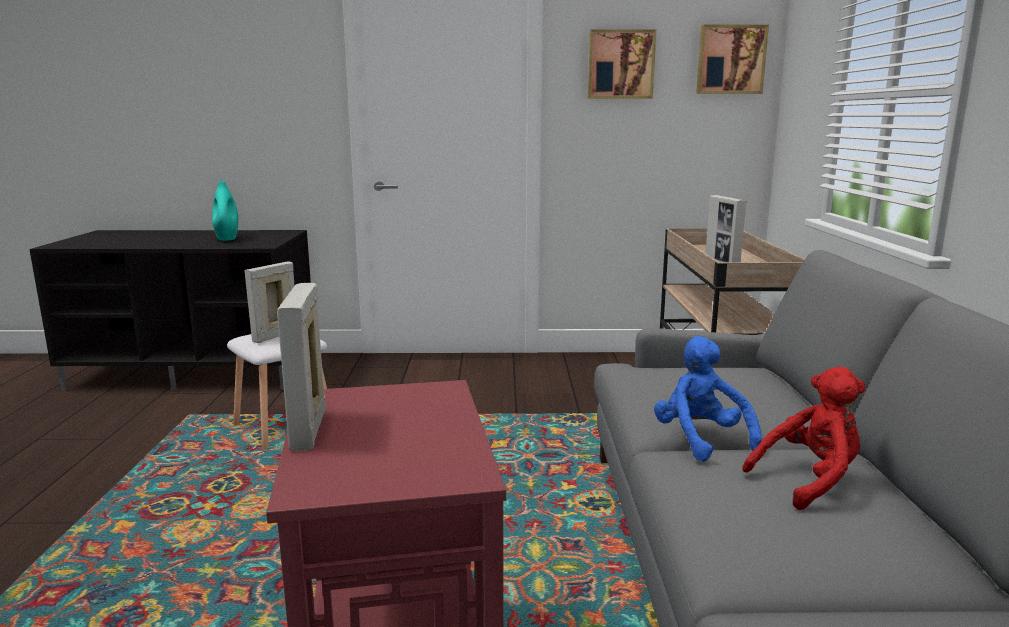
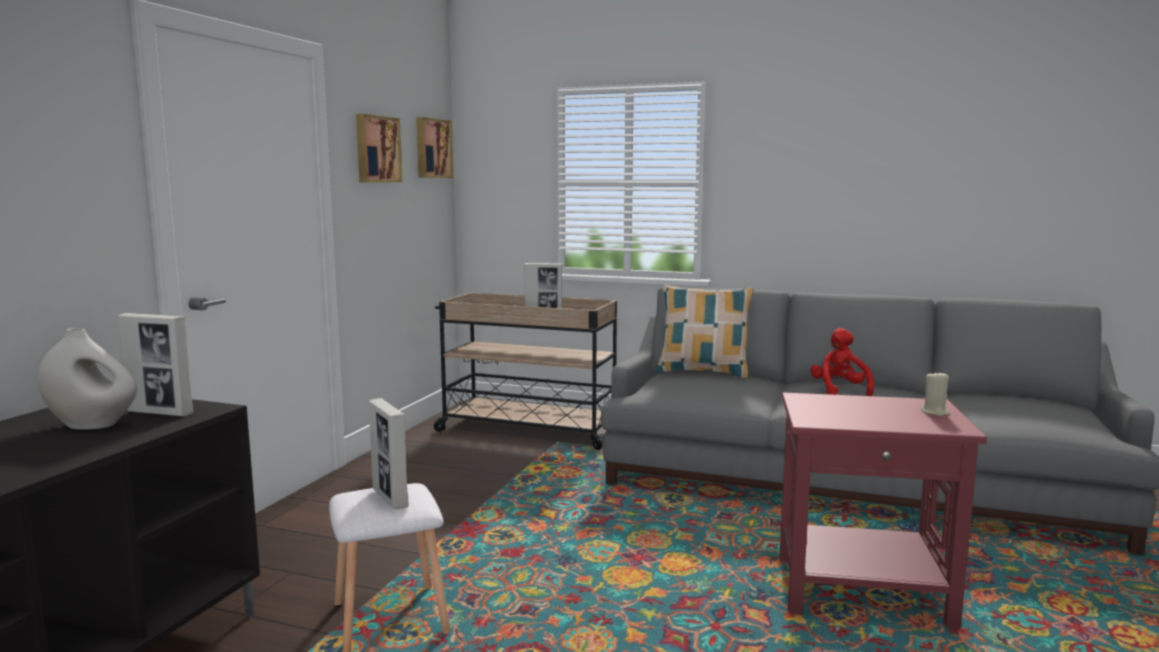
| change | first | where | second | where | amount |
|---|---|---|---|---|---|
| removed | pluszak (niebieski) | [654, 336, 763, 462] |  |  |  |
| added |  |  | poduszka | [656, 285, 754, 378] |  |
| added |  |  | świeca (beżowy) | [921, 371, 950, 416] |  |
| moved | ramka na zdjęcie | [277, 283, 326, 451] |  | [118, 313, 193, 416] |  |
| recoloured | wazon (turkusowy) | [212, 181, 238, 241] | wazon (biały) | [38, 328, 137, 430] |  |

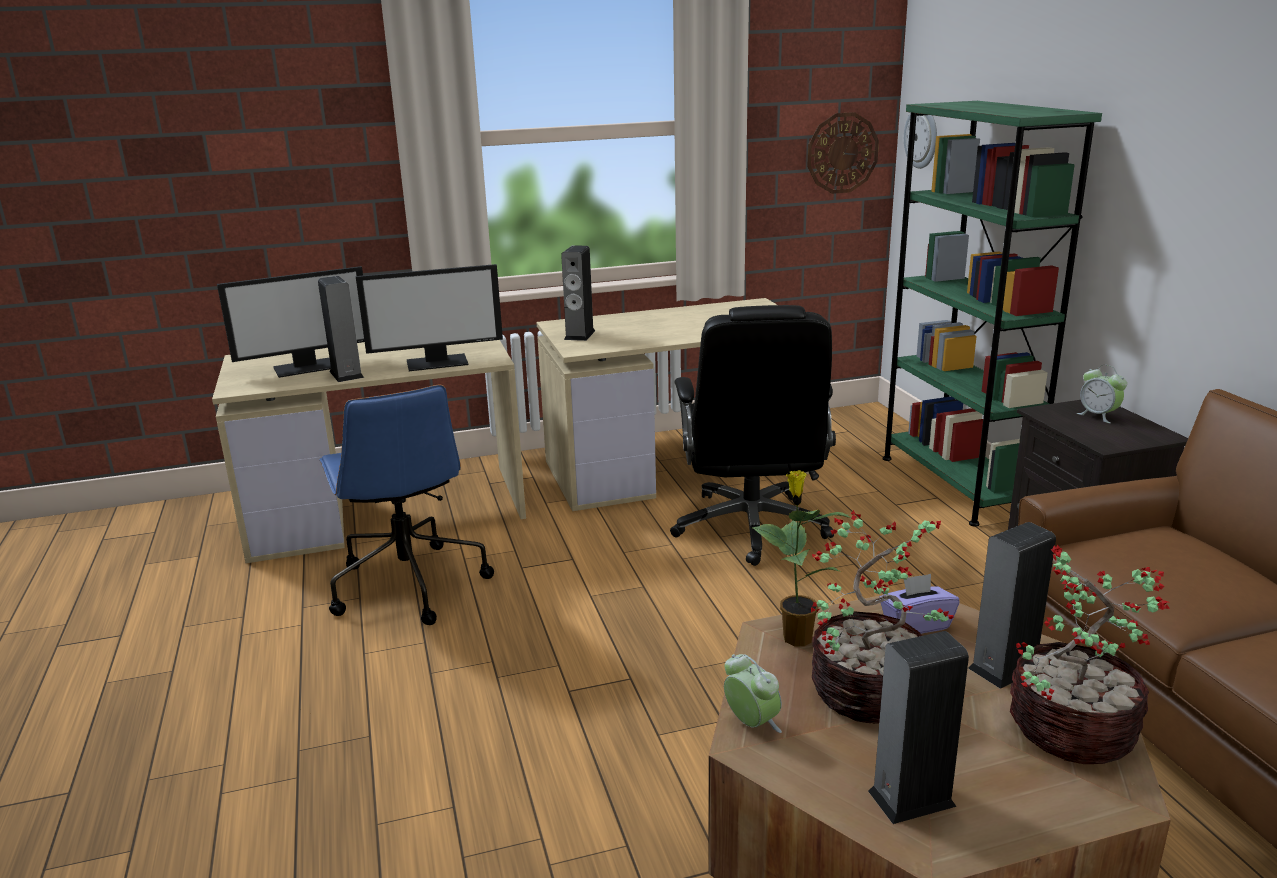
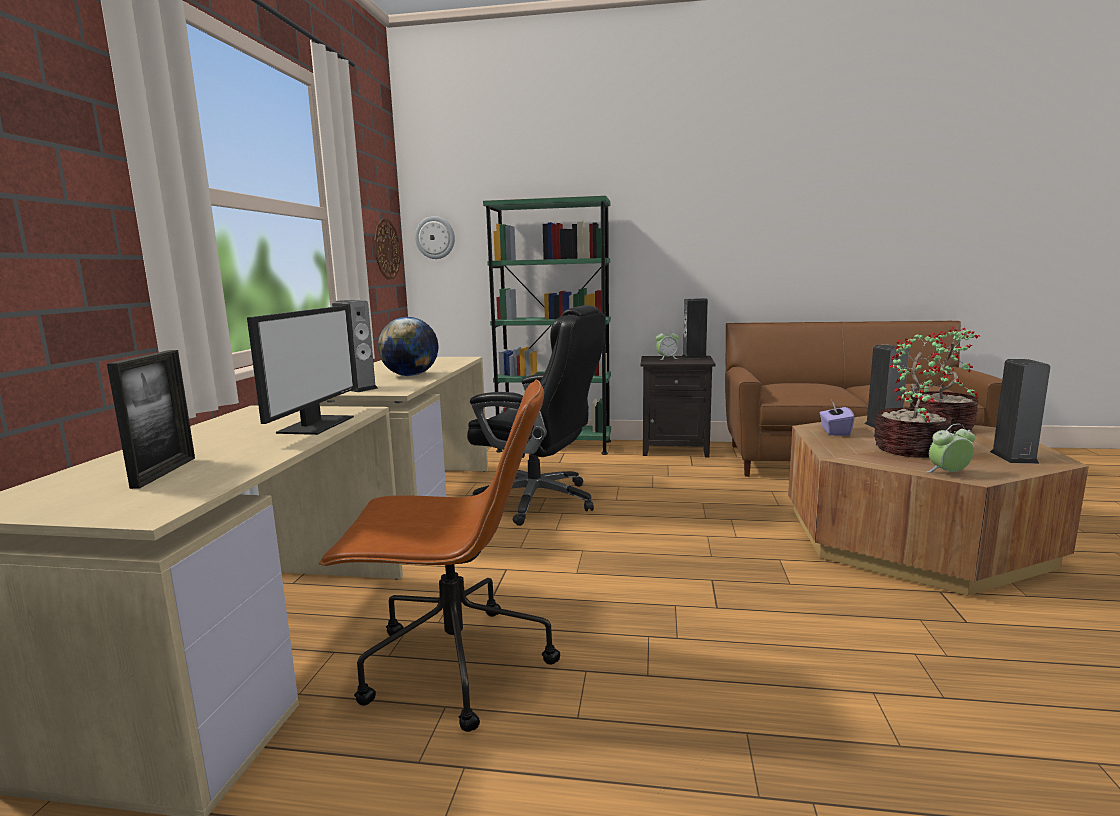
| change | first | where | second | where | amount |
|---|---|---|---|---|---|
| removed | roślina doniczkowa | [752, 470, 851, 646] |  |  |  |
| added |  |  | globus | [378, 317, 438, 376] |  |
| moved | głośnik | [318, 276, 364, 382] |  | [682, 298, 708, 359] |  |
| replaced | monitor | [217, 266, 364, 378] | ramka na zdjęcie | [107, 350, 195, 489] |  |
| recoloured | krzesło biurowe (niebieski) | [320, 385, 494, 625] | krzesło biurowe (brązowy) | [318, 380, 560, 732] |  |

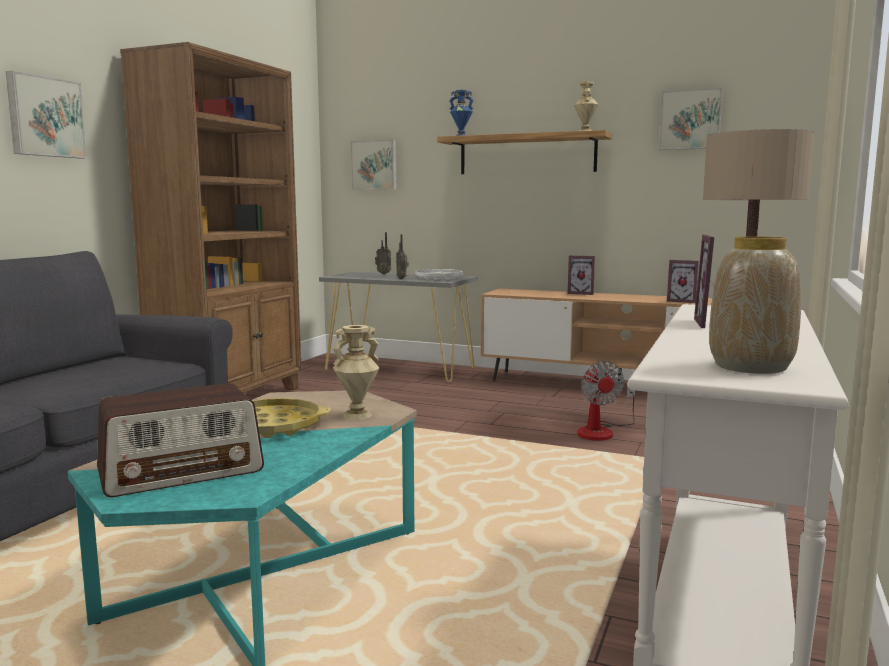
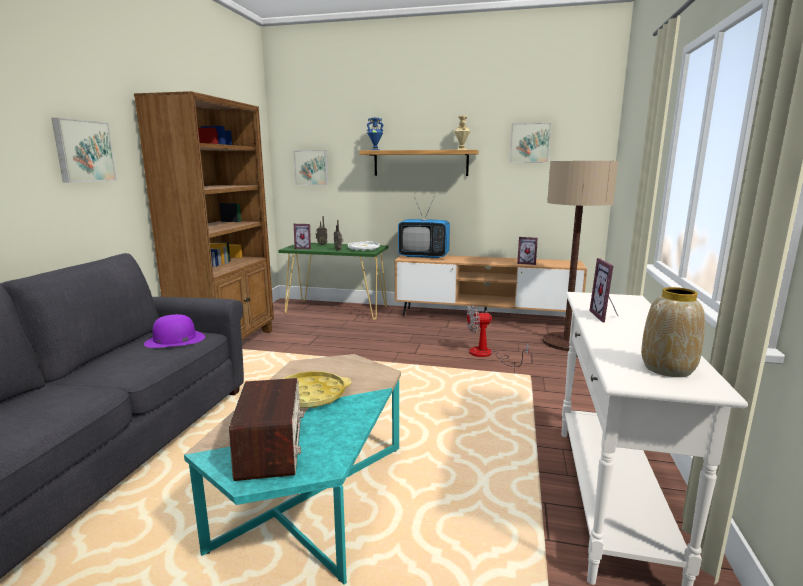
| change | first | where | second | where | amount |
|---|---|---|---|---|---|
| removed | wazon (beżowy) | [332, 325, 380, 420] |  |  |  |
| added |  |  | kapelusz (fioletowy) | [144, 314, 205, 348] |  |
| added |  |  | telewizor | [398, 196, 450, 259] |  |
| moved | ramka na zdjęcie | [568, 255, 595, 295] |  | [294, 224, 311, 249] |  |
| recoloured | stolik konsolowy (szary) | [319, 271, 478, 382] | stolik konsolowy (zielony) | [278, 243, 388, 320] |  |
| turned | radio | [97, 383, 264, 497] |  | [229, 378, 304, 481] | 60 degrees counterclockwise |
| turned | wentylator | [577, 361, 635, 441] |  | [466, 305, 529, 367] | 105 degrees clockwise |

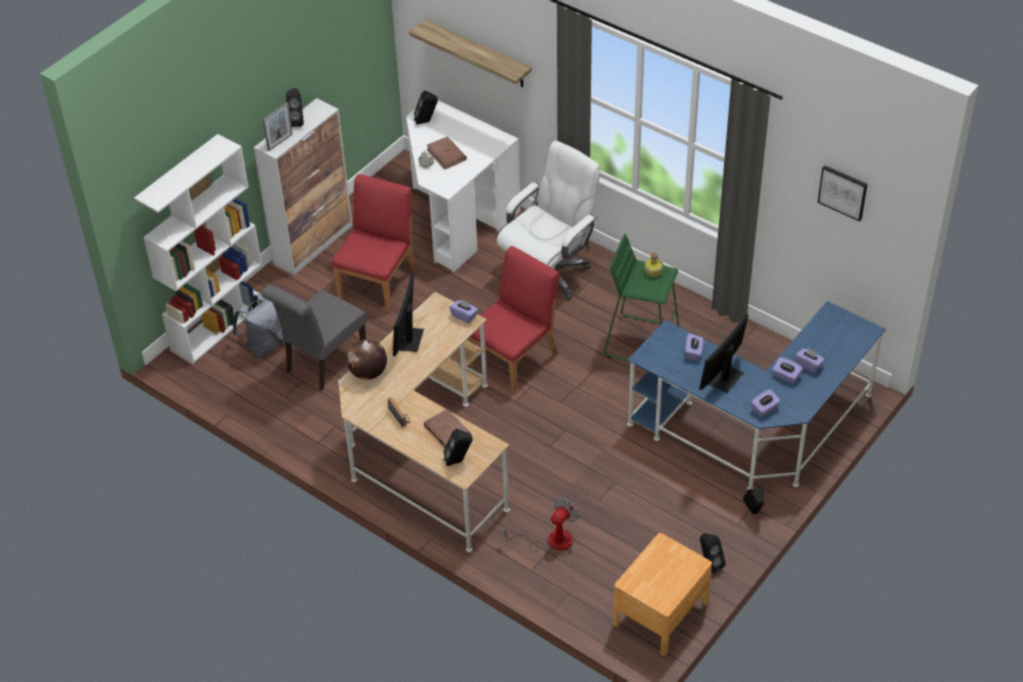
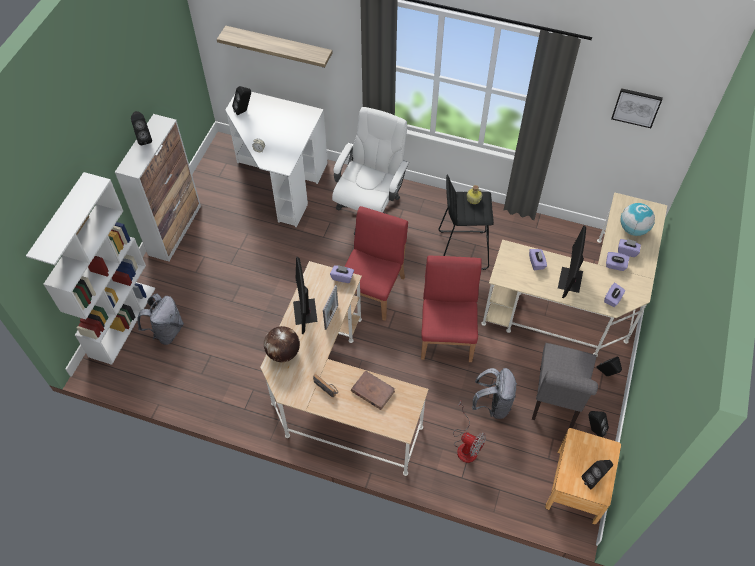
| change | first | where | second | where | amount |
|---|---|---|---|---|---|
| removed | książka (brązowy) | [426, 136, 467, 169] |  |  |  |
| added |  |  | plecak (szary) | [472, 368, 517, 419] |  |
| added |  |  | globus | [620, 203, 655, 236] |  |
| moved | krzesło (szary) | [262, 285, 367, 390] |  | [532, 343, 598, 428] |  |
| moved | ramka na zdjęcie | [263, 102, 293, 151] |  | [323, 285, 338, 330] |  |
| moved | krzesło (czerwony) | [332, 174, 417, 313] |  | [421, 256, 482, 362] |  |
| moved | głośnik (czarny) | [443, 429, 473, 466] |  | [582, 460, 613, 490] |  |
| recoloured | stołek (zielony) | [604, 234, 679, 361] | stołek (czarny) | [438, 175, 494, 270] |  |
| recoloured | biurko (niebieski) | [627, 301, 886, 490] | biurko (beżowy) | [481, 192, 667, 356] |  |
| turned | wentylator | [500, 497, 579, 553] |  | [453, 399, 486, 463] | 105 degrees clockwise |

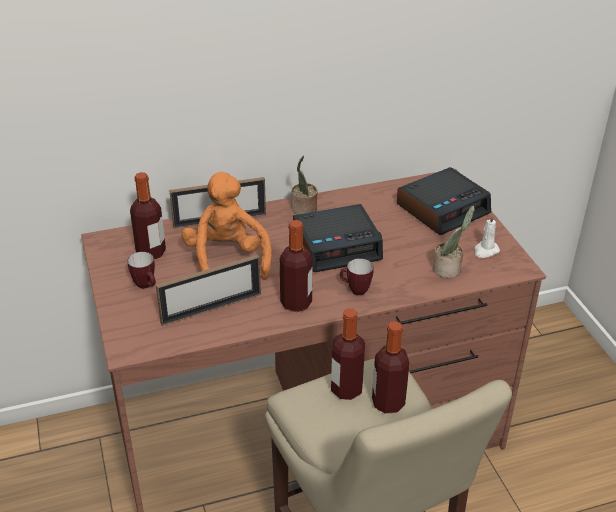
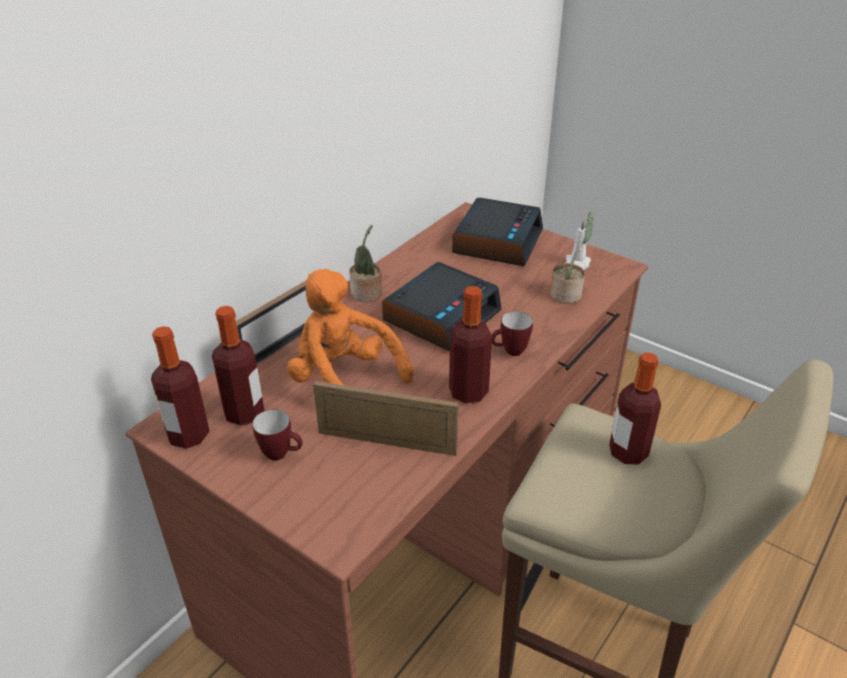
| change | first | where | second | where | amount |
|---|---|---|---|---|---|
| moved | butelka | [331, 308, 365, 400] |  | [151, 326, 210, 449] |  |
| turned | ramka na zdjęcie | [156, 255, 261, 326] |  | [313, 381, 459, 456] | 105 degrees counterclockwise |

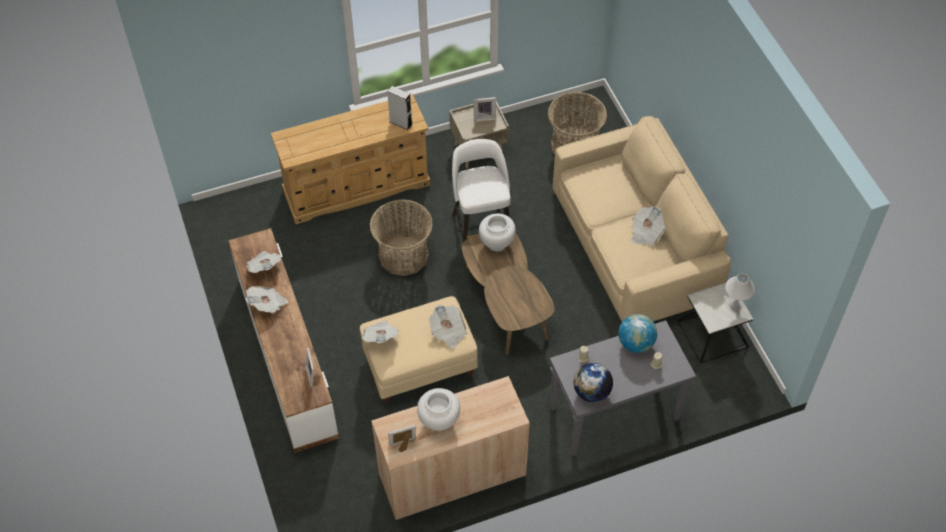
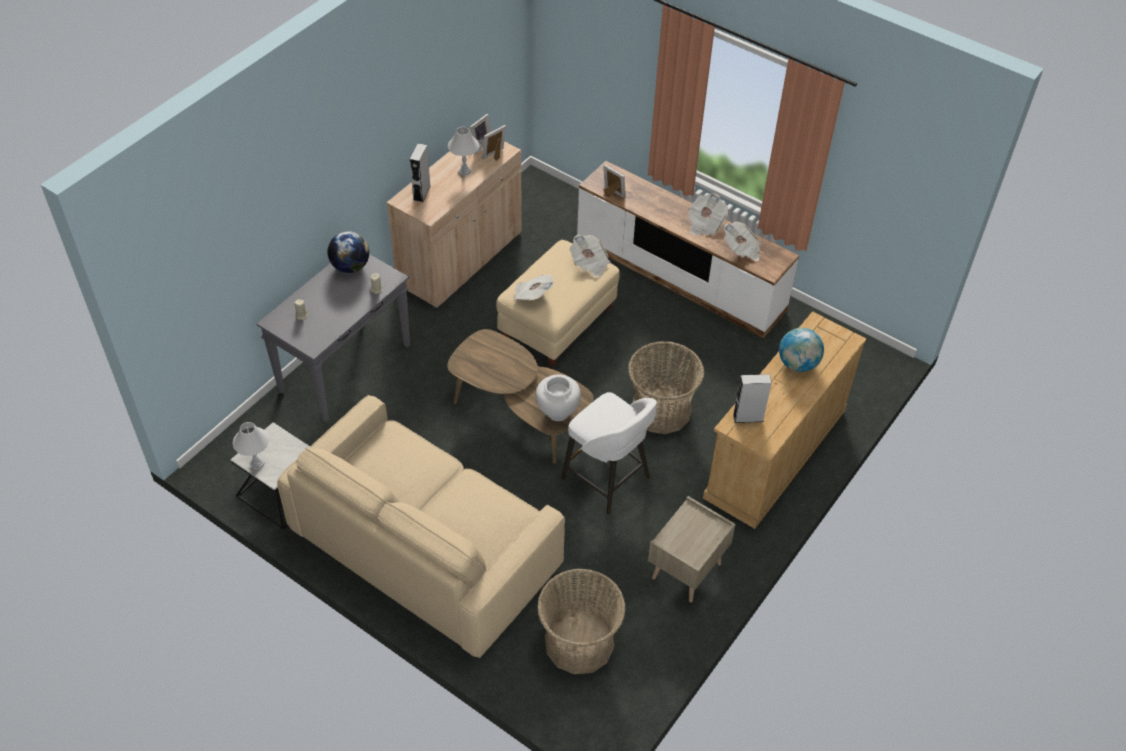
| change | first | where | second | where | amount |
|---|---|---|---|---|---|
| removed | gazeta | [631, 206, 666, 246] |  |  |  |
| added |  |  | głośnik (szary) | [410, 143, 430, 202] |  |
| moved | ramka na zdjęcie | [473, 97, 496, 122] |  | [482, 125, 506, 161] |  |
| moved | globus | [619, 314, 657, 353] |  | [779, 328, 824, 372] |  |
| replaced | wazon (biały) | [417, 388, 460, 431] | lampa stołowa (biały) | [448, 127, 479, 176] |  |

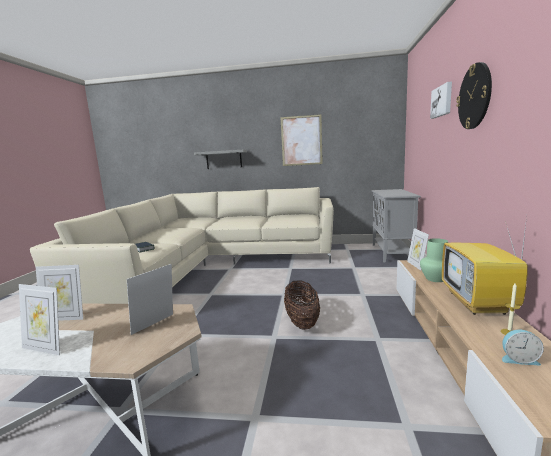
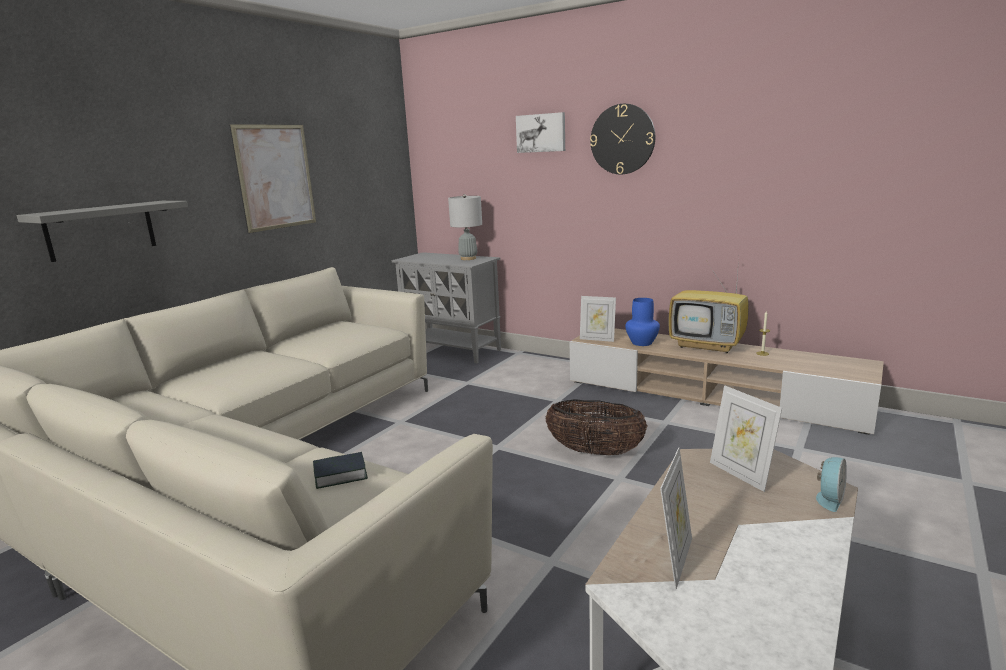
| change | first | where | second | where | amount |
|---|---|---|---|---|---|
| removed | ramka na zdjęcie | [19, 284, 60, 355] |  |  |  |
| added |  |  | lampa stołowa (szary) | [448, 194, 482, 260] |  |
| moved | budzik | [502, 329, 544, 366] |  | [816, 457, 847, 512] |  |
| recoloured | wazon (zielony) | [420, 238, 448, 282] | wazon (niebieski) | [625, 298, 660, 346] |  |

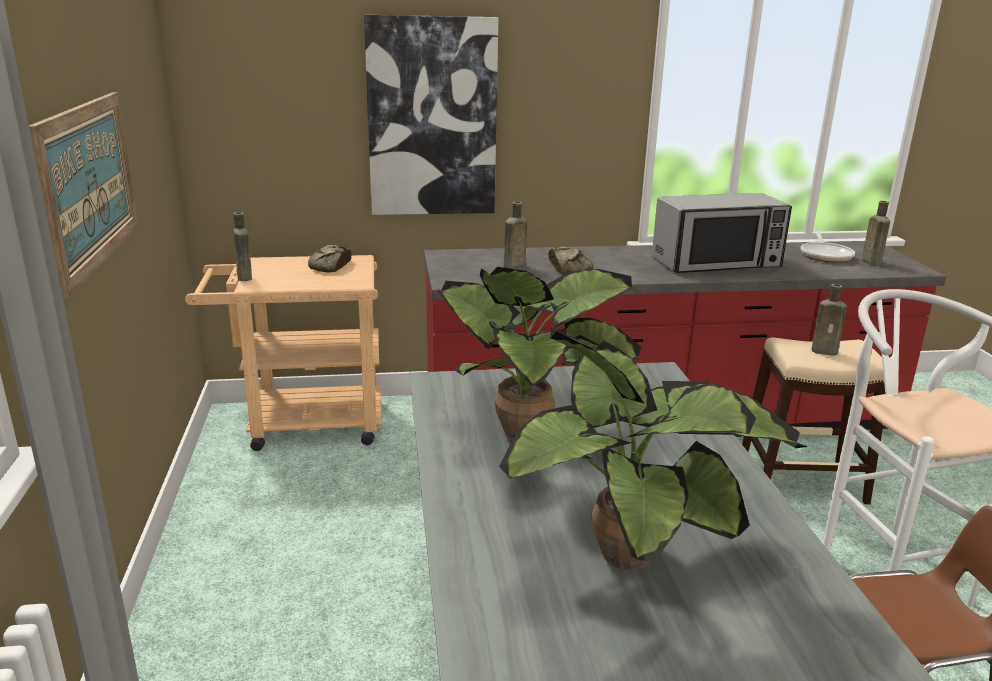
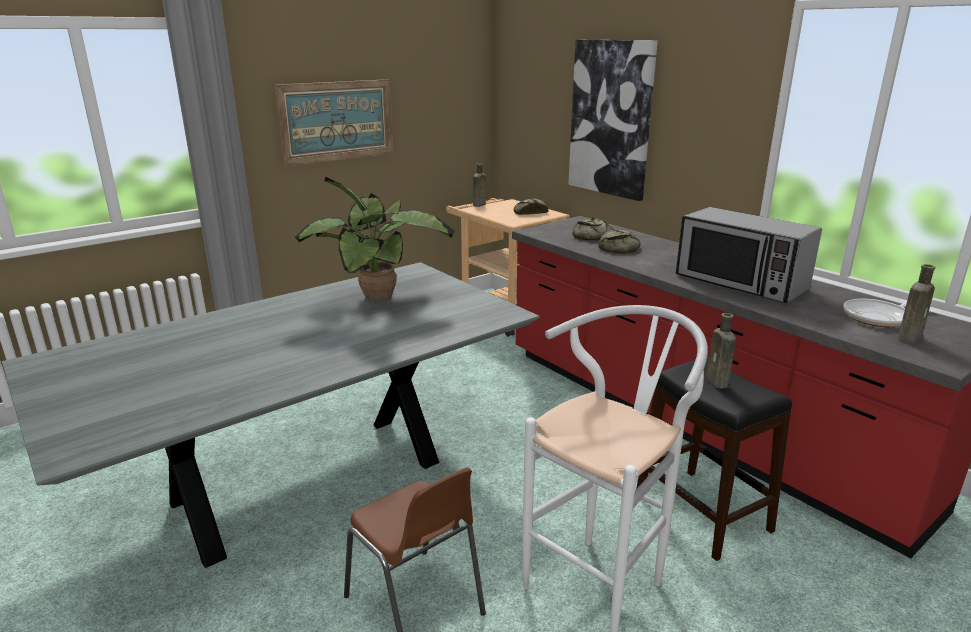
| change | first | where | second | where | amount |
|---|---|---|---|---|---|
| removed | roślina doniczkowa | [499, 328, 808, 570] |  |  |  |
| replaced | butelka (brązowy) | [504, 201, 527, 269] | chleb | [572, 218, 613, 240] |  |
| recoloured | stołek (beżowy) | [742, 337, 885, 504] | stołek (czarny) | [636, 357, 792, 561] |  |

